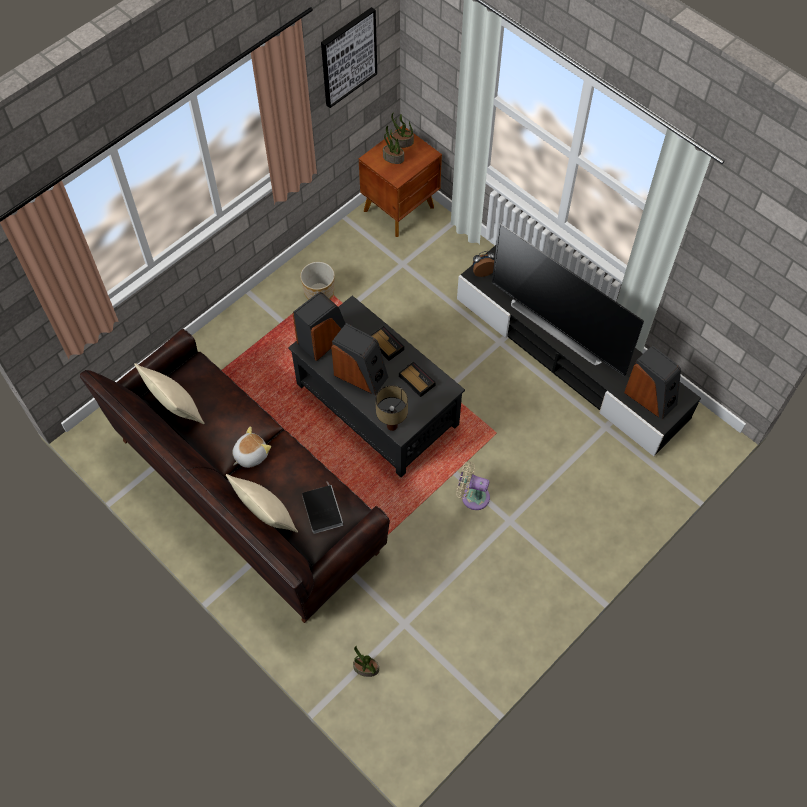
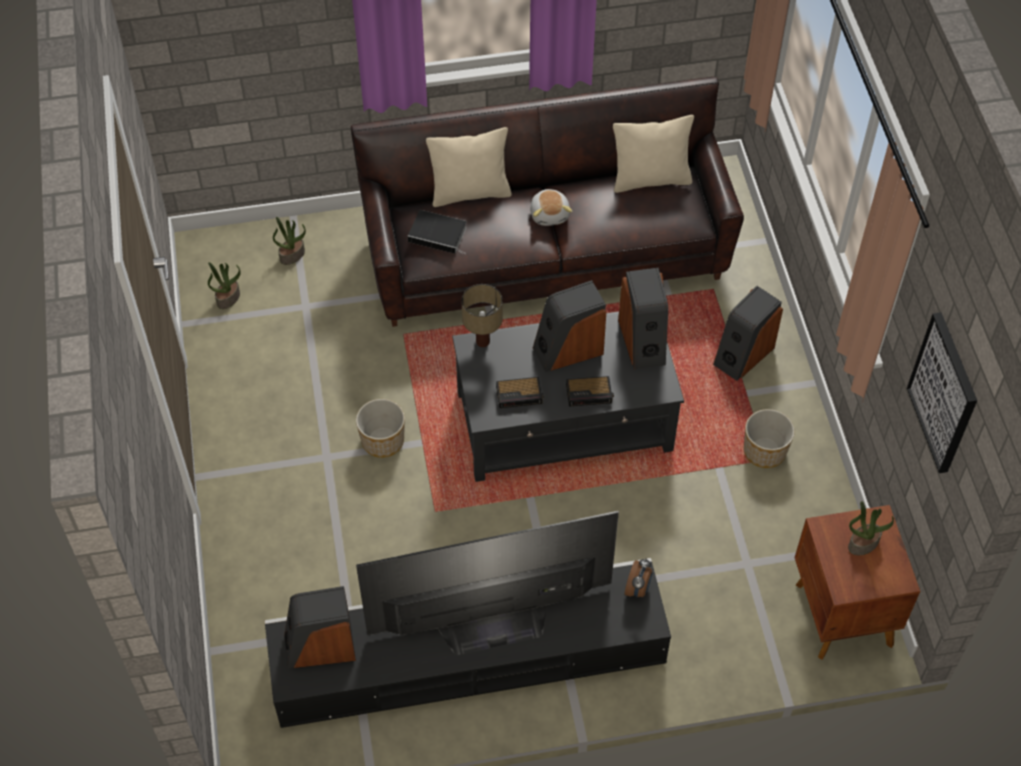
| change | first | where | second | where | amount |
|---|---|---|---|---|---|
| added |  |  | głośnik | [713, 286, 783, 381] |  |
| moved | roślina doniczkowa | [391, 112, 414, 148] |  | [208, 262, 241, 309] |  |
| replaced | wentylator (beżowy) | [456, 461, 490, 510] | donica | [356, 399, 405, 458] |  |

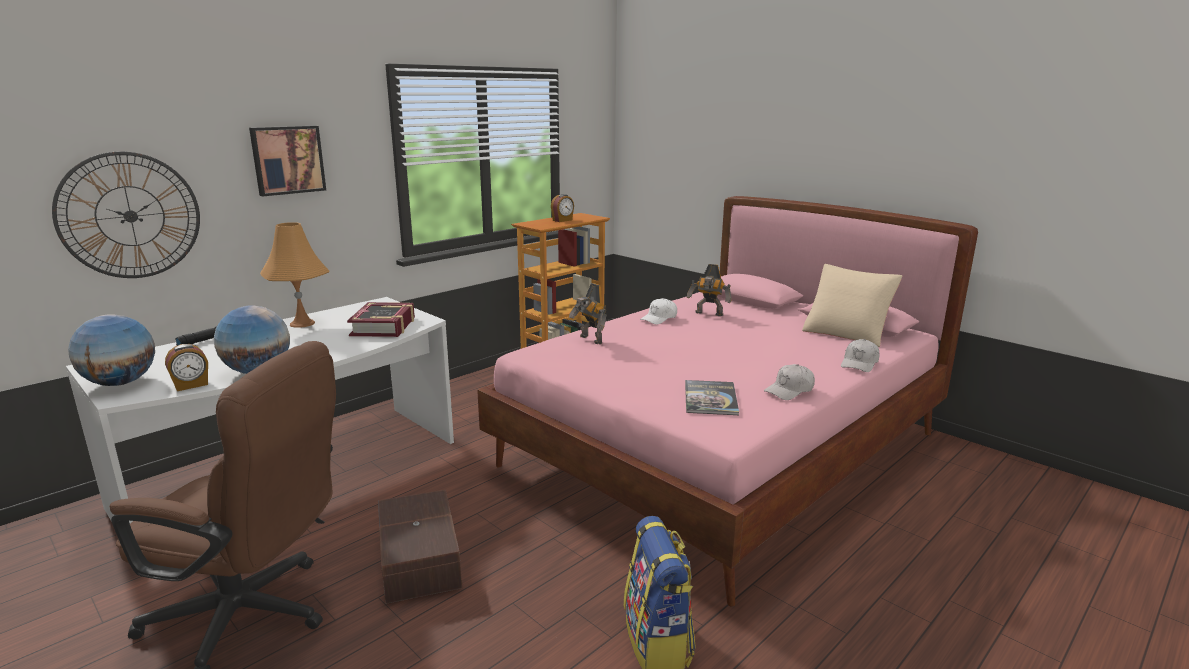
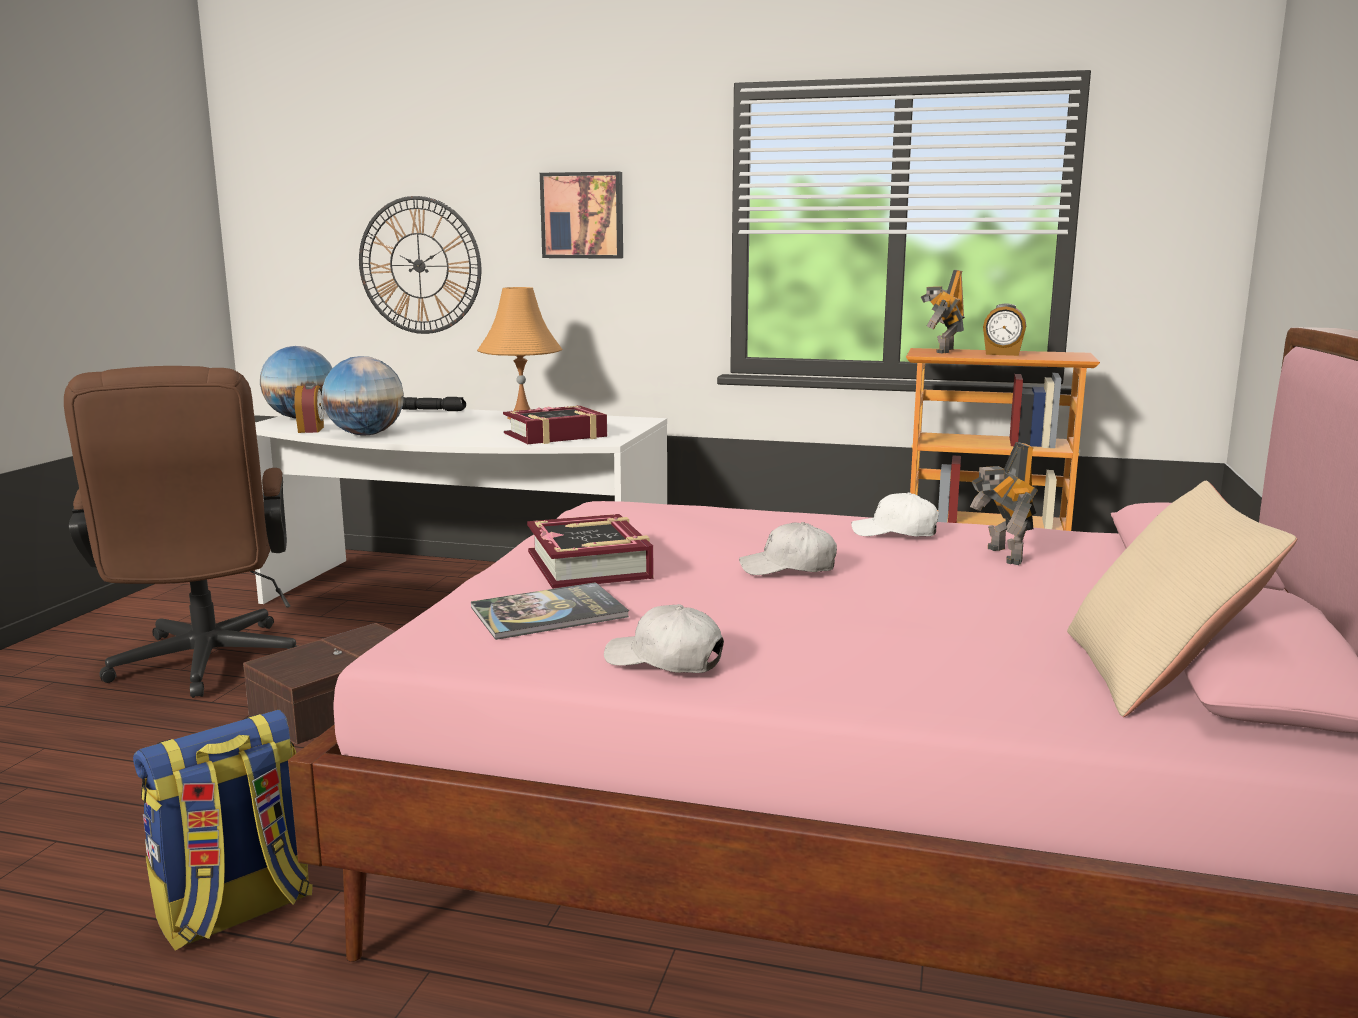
| change | first | where | second | where | amount |
|---|---|---|---|---|---|
| added |  |  | książka | [527, 514, 654, 589] |  |
| moved | robot zabawkowy | [569, 283, 607, 344] |  | [921, 270, 965, 353] |  |
| moved | czapka z daszkiem (biały) | [841, 339, 880, 372] |  | [739, 522, 837, 575] |  |
| turned | budzik | [165, 344, 208, 391] |  | [294, 383, 324, 433] | 120 degrees counterclockwise |

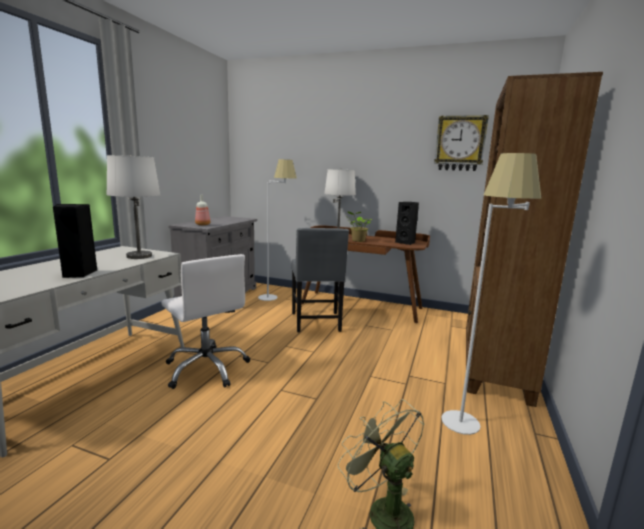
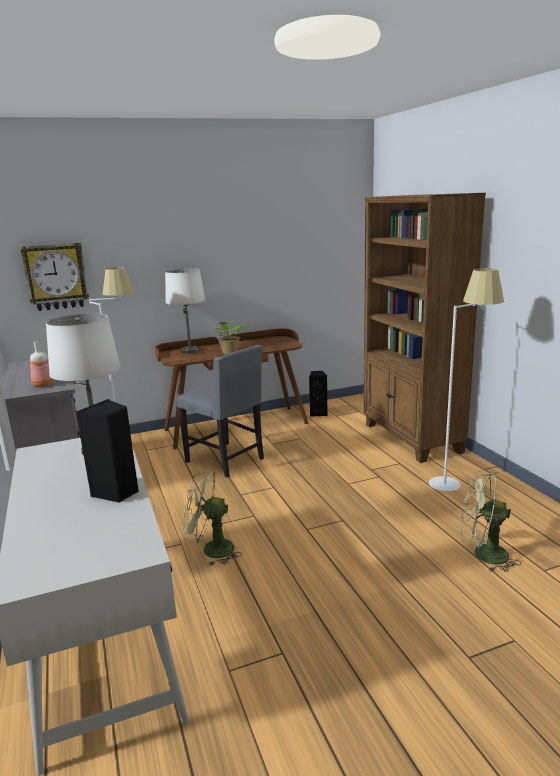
| change | first | where | second | where | amount |
|---|---|---|---|---|---|
| moved | głośnik (czarny) | [395, 202, 419, 245] |  | [309, 371, 328, 417] |  |
| moved | zegar ścienny | [434, 115, 489, 171] |  | [20, 243, 89, 311] |  |
| replaced | krzesło biurowe (biały) | [161, 254, 251, 389] | wentylator (zielony) | [182, 470, 242, 566] |  |

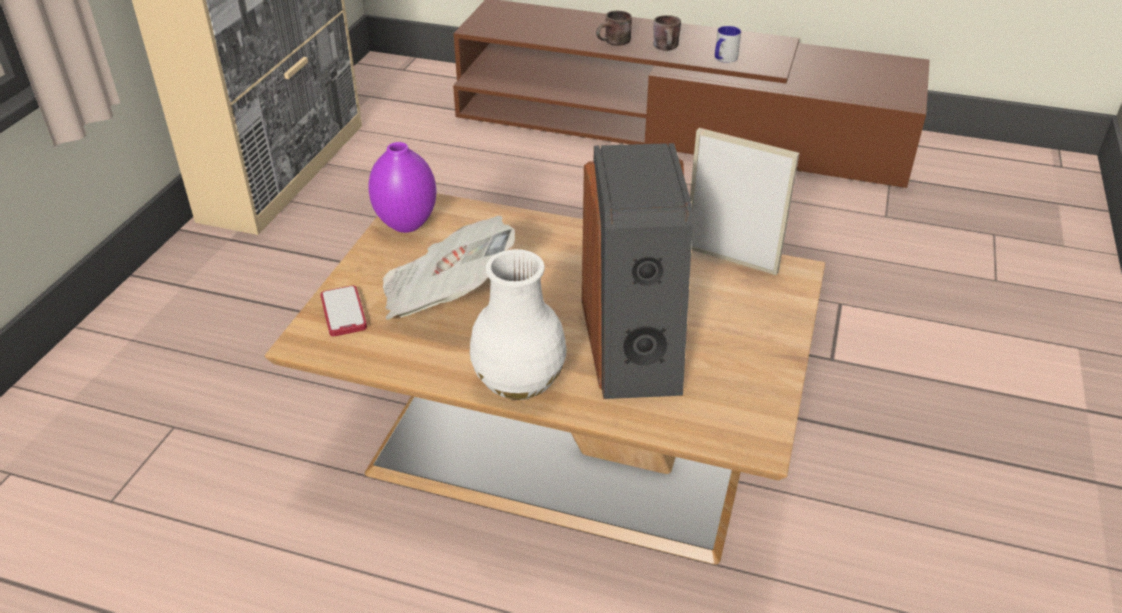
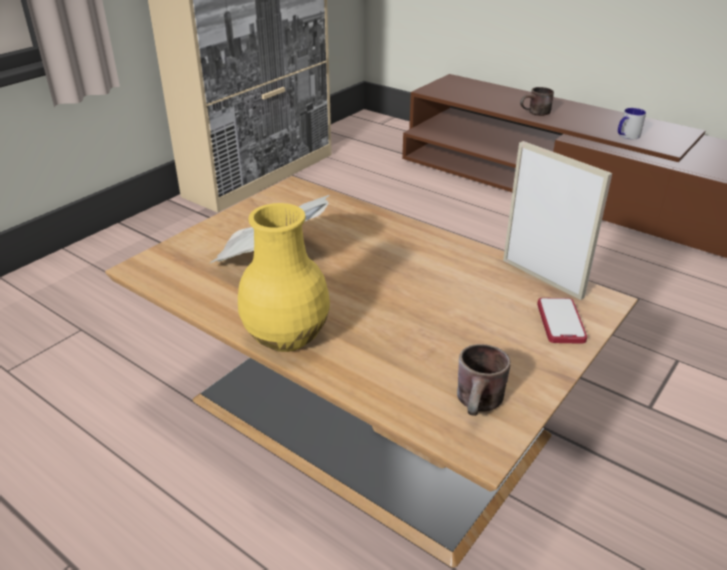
| change | first | where | second | where | amount |
|---|---|---|---|---|---|
| removed | wazon (fioletowy) | [368, 142, 436, 233] |  |  |  |
| removed | głośnik | [582, 143, 693, 399] |  |  |  |
| moved | telefon | [321, 285, 367, 336] |  | [537, 298, 587, 343] |  |
| moved | kubek (brązowy) | [653, 15, 681, 51] |  | [457, 344, 511, 416] |  |
| recoloured | wazon (biały) | [470, 249, 566, 400] | wazon (żółty) | [238, 203, 330, 352] |  |

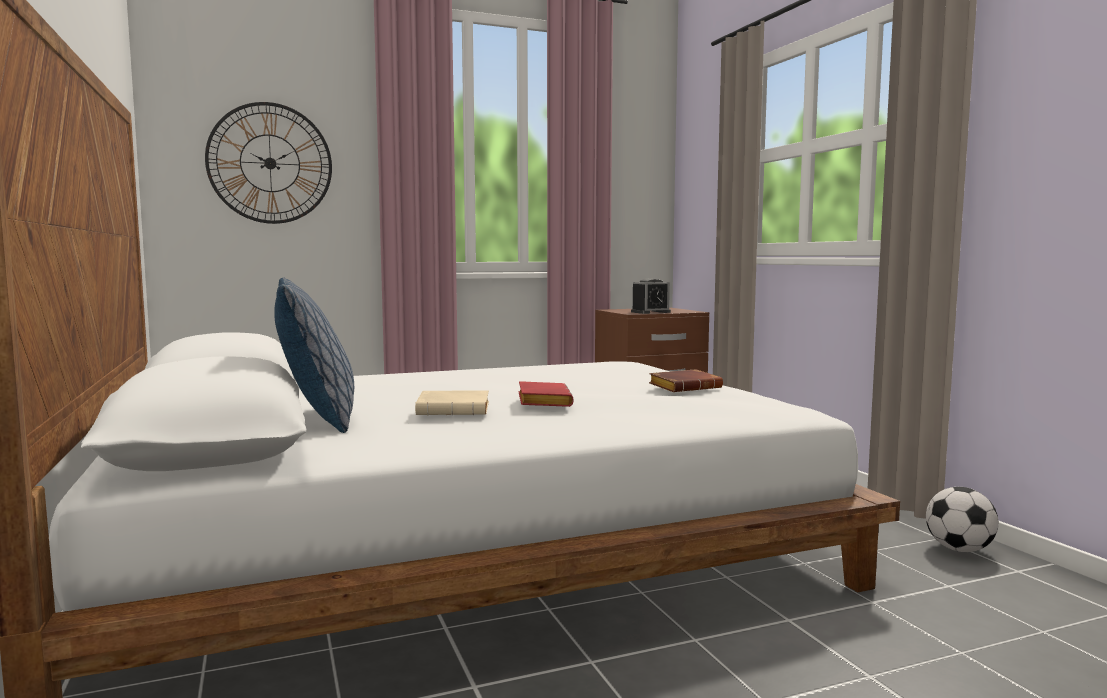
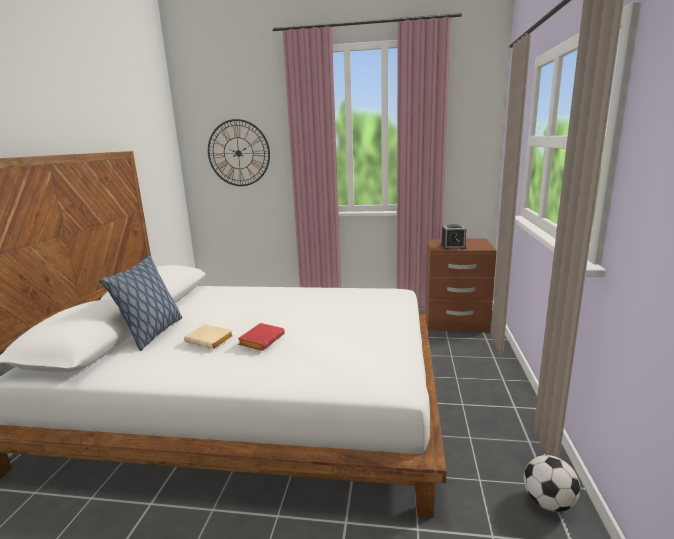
| change | first | where | second | where | amount |
|---|---|---|---|---|---|
| removed | książka (brązowy) | [649, 369, 723, 392] |  |  |  |

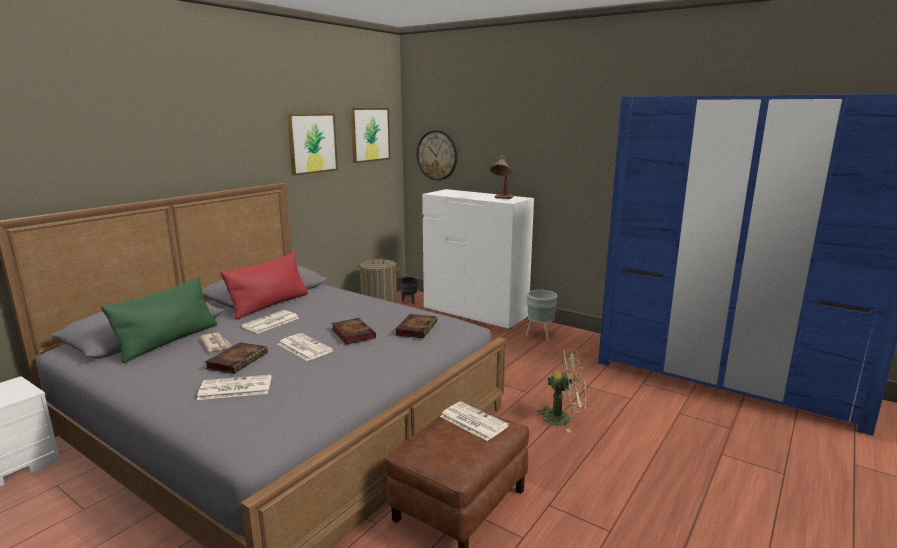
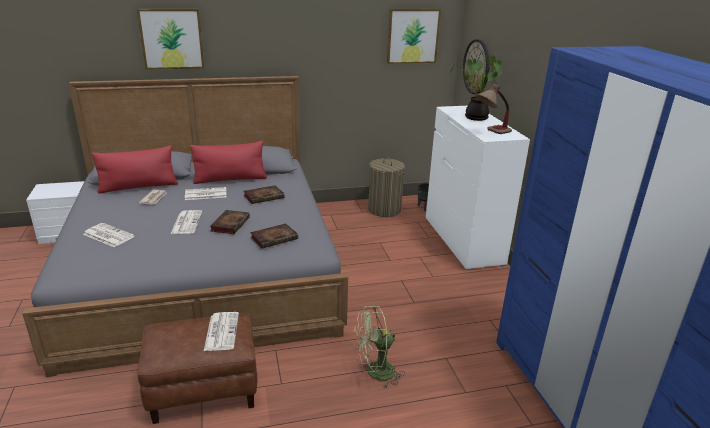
| change | first | where | second | where | amount |
|---|---|---|---|---|---|
| removed | donica (szary) | [526, 290, 557, 341] |  |  |  |
| added |  |  | roślina doniczkowa | [448, 54, 502, 121] |  |
| moved | książka | [205, 342, 268, 374] |  | [244, 185, 284, 204] |  |
| moved | obraz | [287, 113, 338, 175] |  | [137, 9, 204, 70] |  |
| recoloured | poduszka (zielony) | [101, 276, 217, 363] | poduszka (czerwony) | [92, 145, 178, 194] |  |
| turned | wentylator (zielony) | [534, 349, 586, 432] |  | [354, 306, 405, 389] | 120 degrees clockwise |

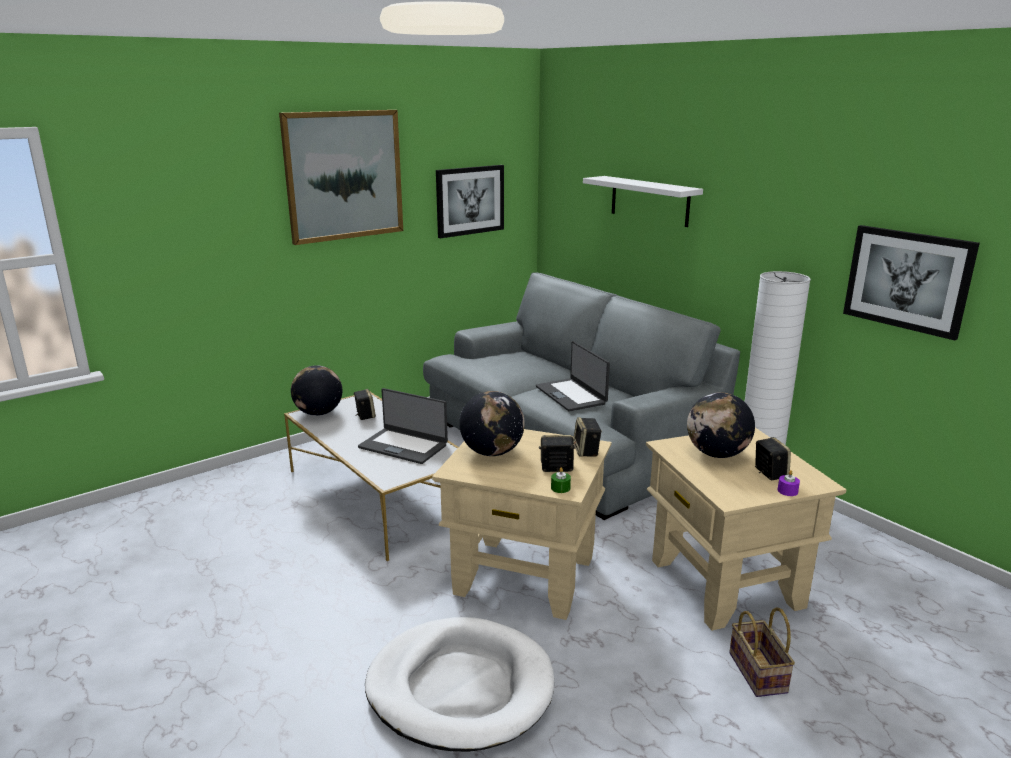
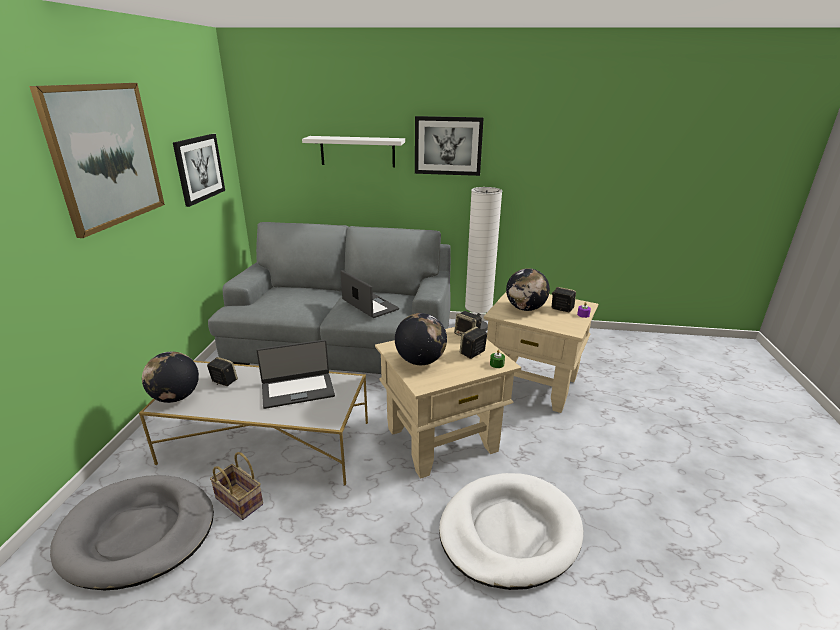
| change | first | where | second | where | amount |
|---|---|---|---|---|---|
| added |  |  | legowisko (szary) | [50, 475, 214, 590] |  |
| moved | koszyk | [729, 608, 795, 697] |  | [210, 452, 263, 520] |  |
| moved | obraz | [843, 225, 980, 340] |  | [415, 116, 484, 176] |  |
| turned | laptop | [536, 341, 610, 412] |  | [340, 270, 399, 318] | 150 degrees counterclockwise |

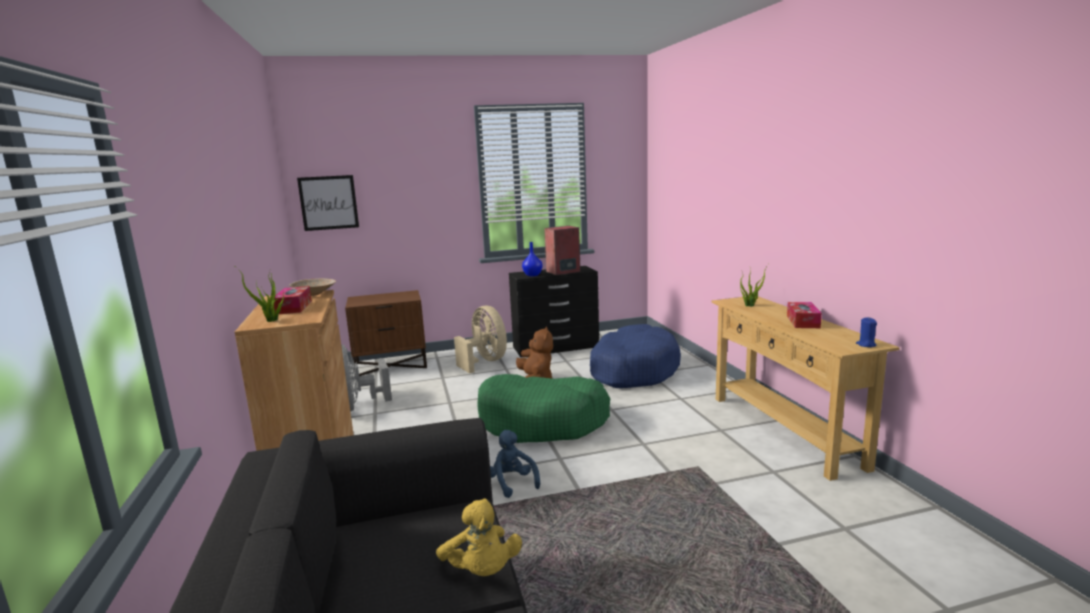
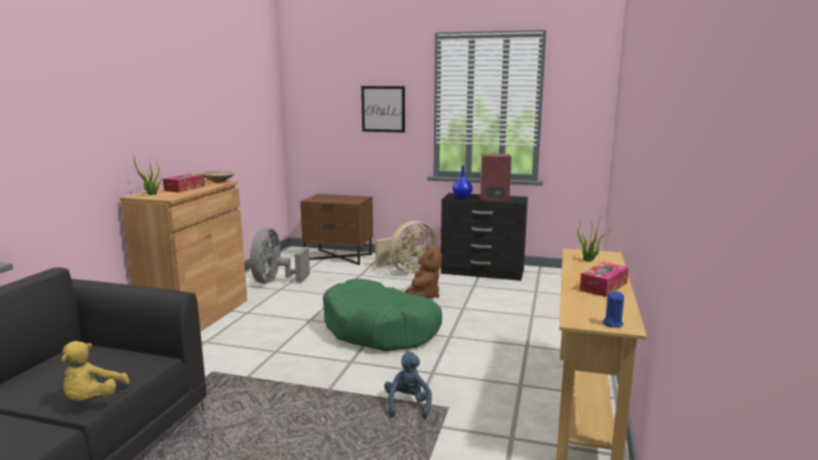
| change | first | where | second | where | amount |
|---|---|---|---|---|---|
| removed | legowisko (niebieski) | [590, 324, 681, 388] |  |  |  |
| moved | obraz | [297, 175, 359, 231] |  | [361, 86, 405, 133] |  |
| moved | pluszak (niebieski) | [490, 430, 540, 498] |  | [384, 352, 432, 419] |  |
| turned | wentylator (beżowy) | [454, 306, 507, 373] |  | [375, 221, 437, 273] | 60 degrees clockwise |

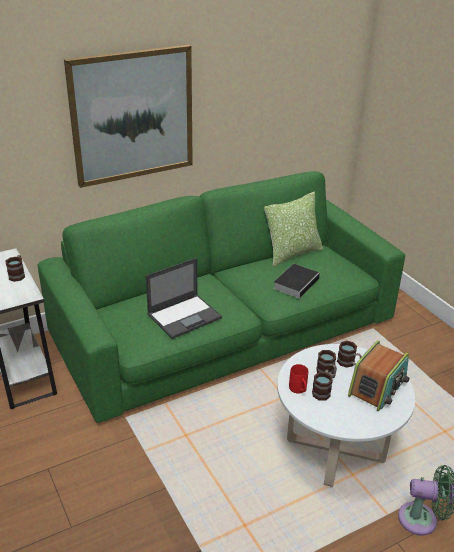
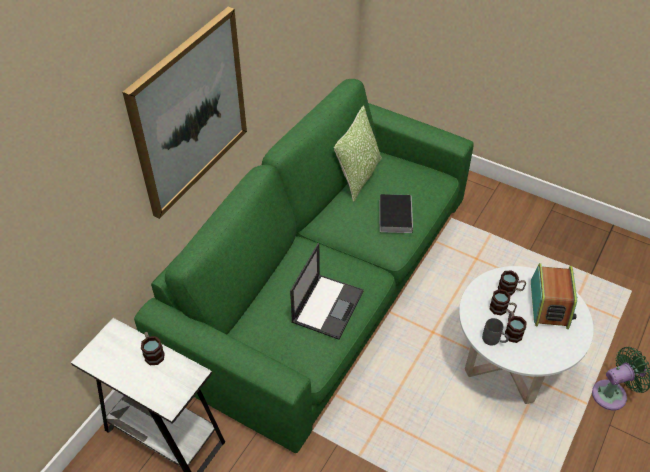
| change | first | where | second | where | amount |
|---|---|---|---|---|---|
| recoloured | kubek (czerwony) | [289, 364, 308, 394] | kubek (szary) | [482, 318, 509, 346] |  |

